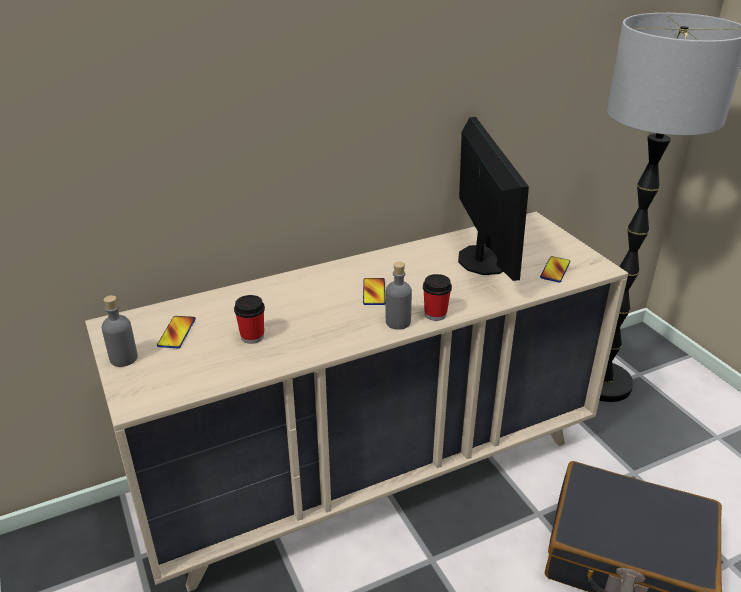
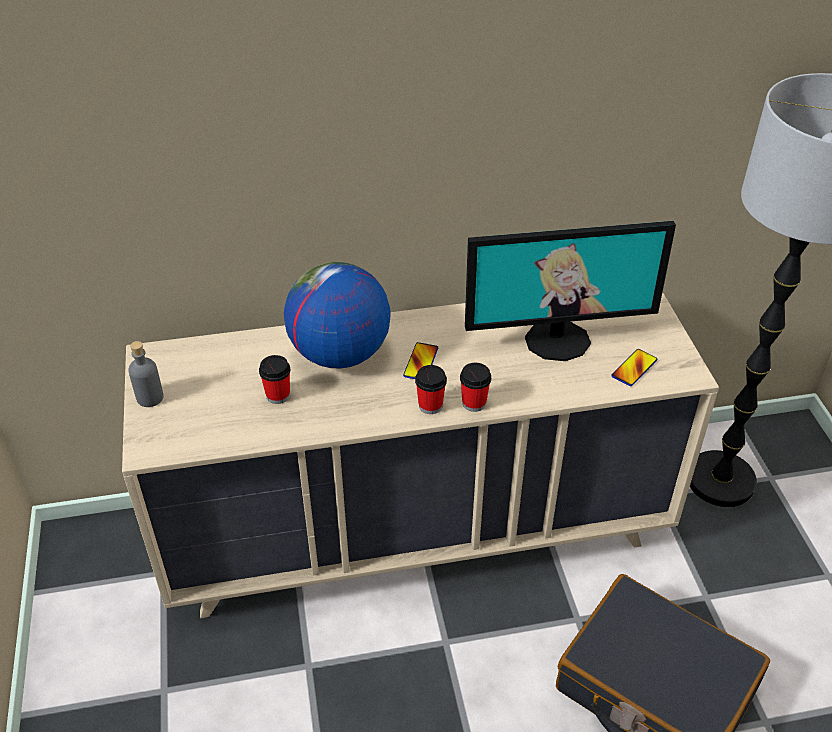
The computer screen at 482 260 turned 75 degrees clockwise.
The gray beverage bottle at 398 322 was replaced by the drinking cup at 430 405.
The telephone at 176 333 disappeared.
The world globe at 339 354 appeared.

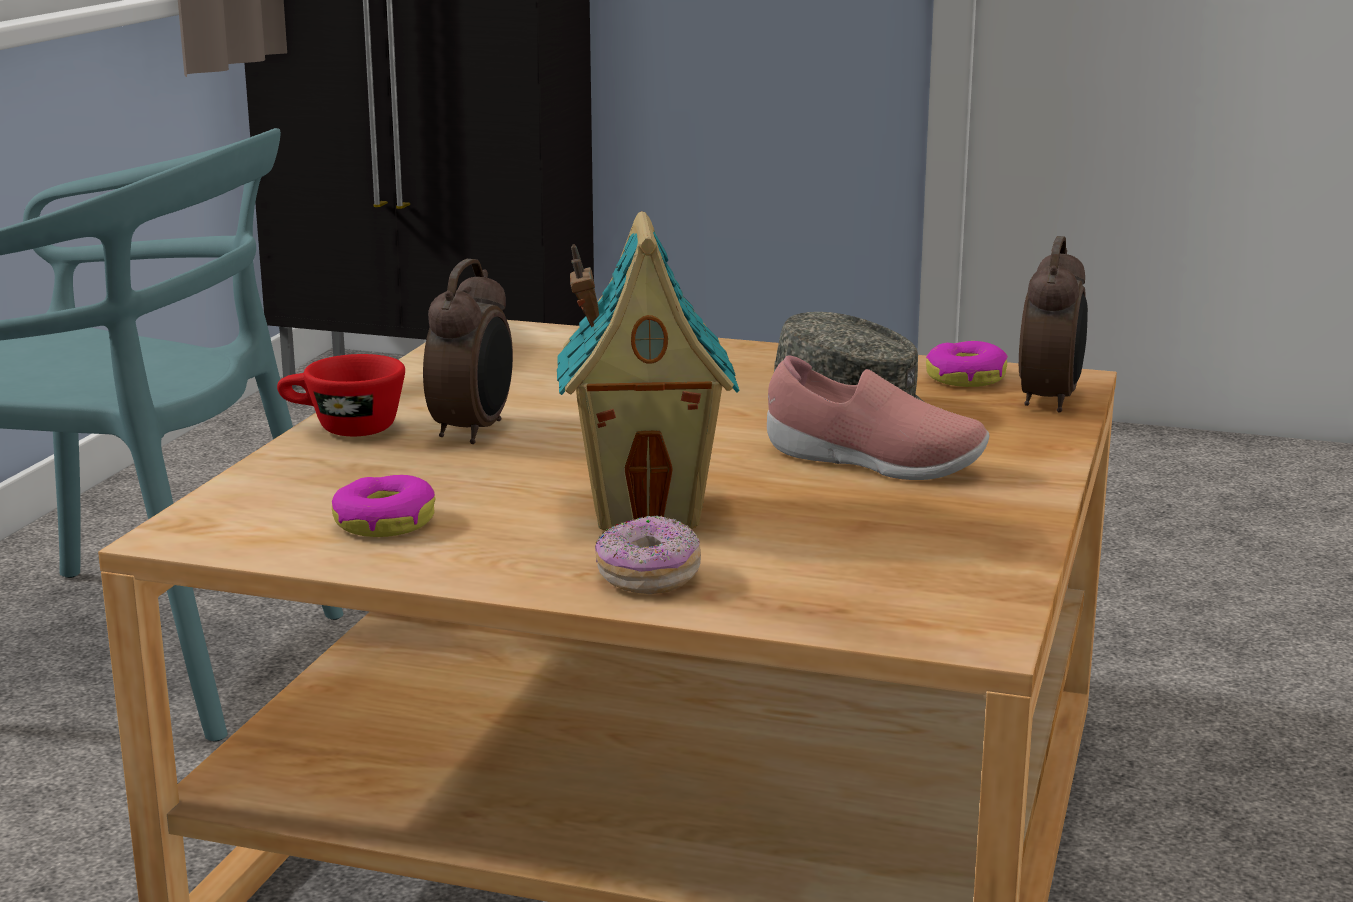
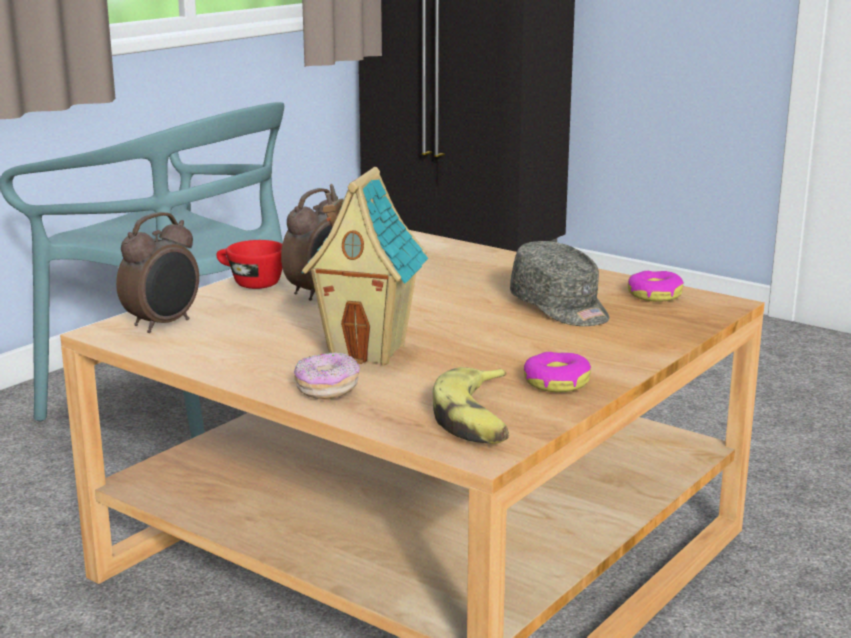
The bedside clock moved from 1050 400 to 163 324.
The pinkish low shoe at 873 463 disappeared.
The ring doughnut moved from 384 522 to 556 382.
The banana fruit at 478 420 appeared.

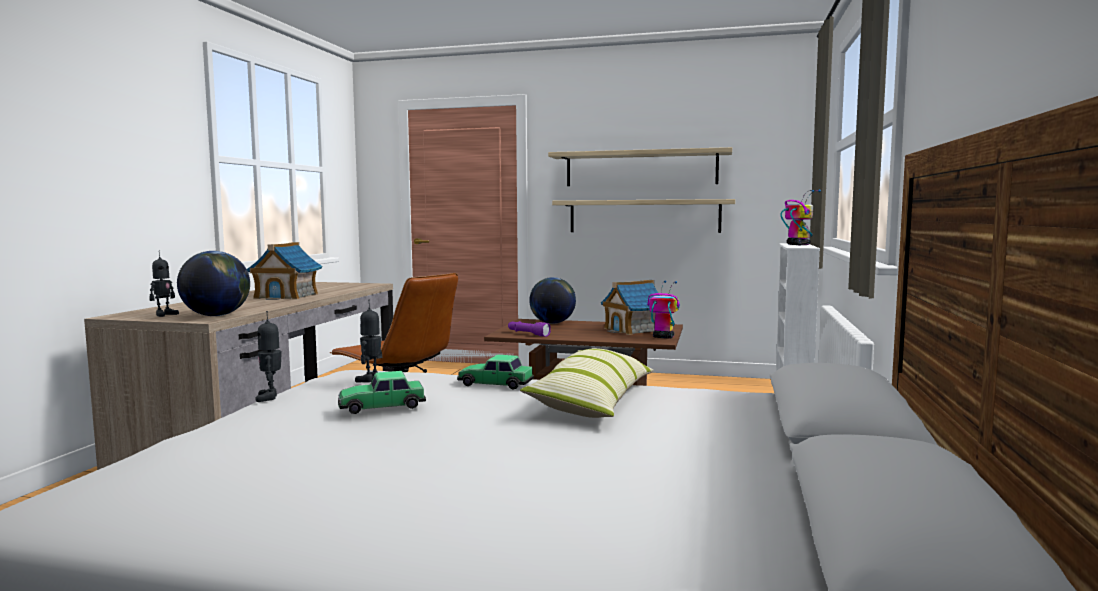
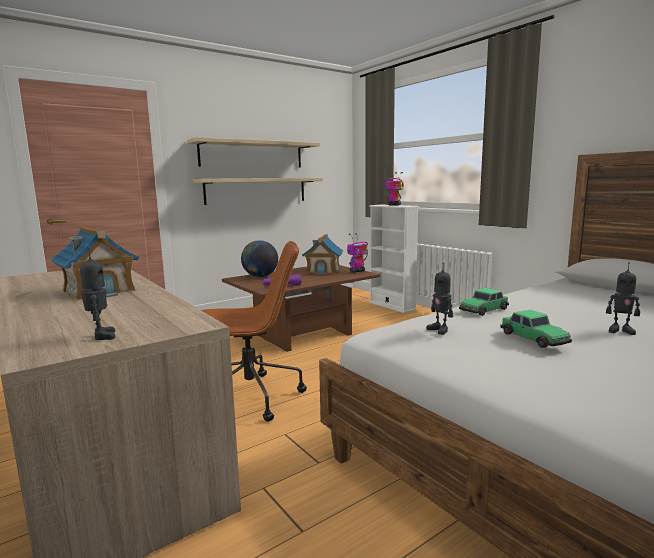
The world globe at 216 315 disappeared.
The robot figure moved from 270 397 to 620 331.
The cushion at 593 401 disappeared.
The model car at 381 406 turned 45 degrees counterclockwise.

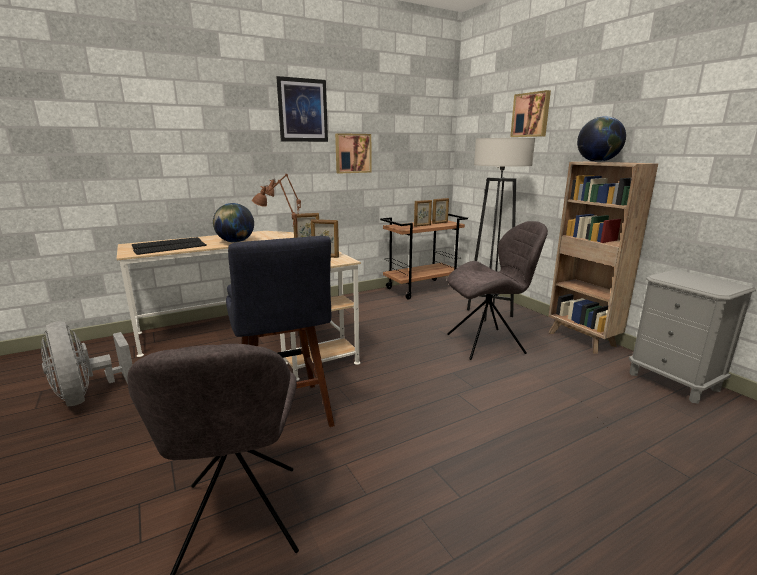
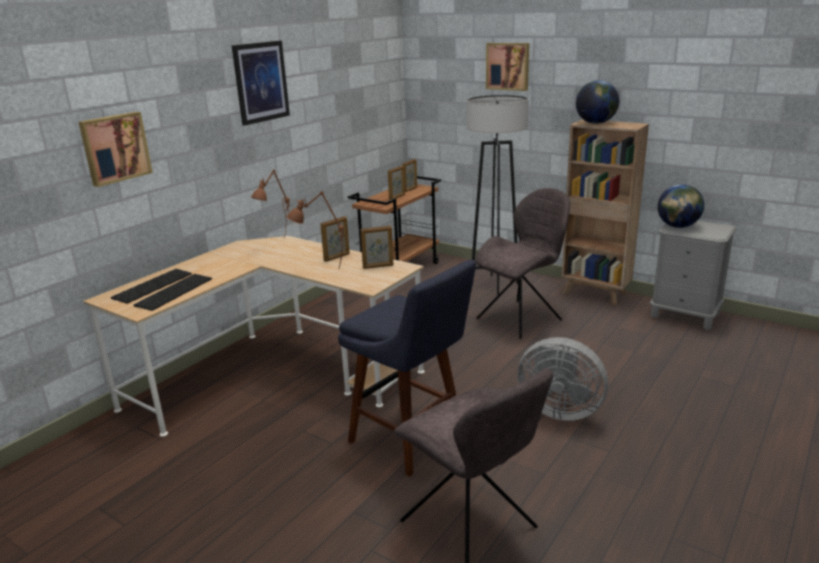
The wall picture moved from 352 153 to 115 148.
The world globe moved from 235 242 to 677 226.
The gray electric fan moved from 88 395 to 558 409.

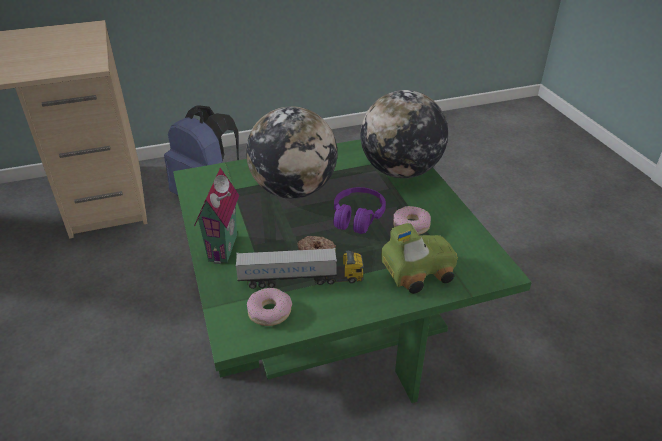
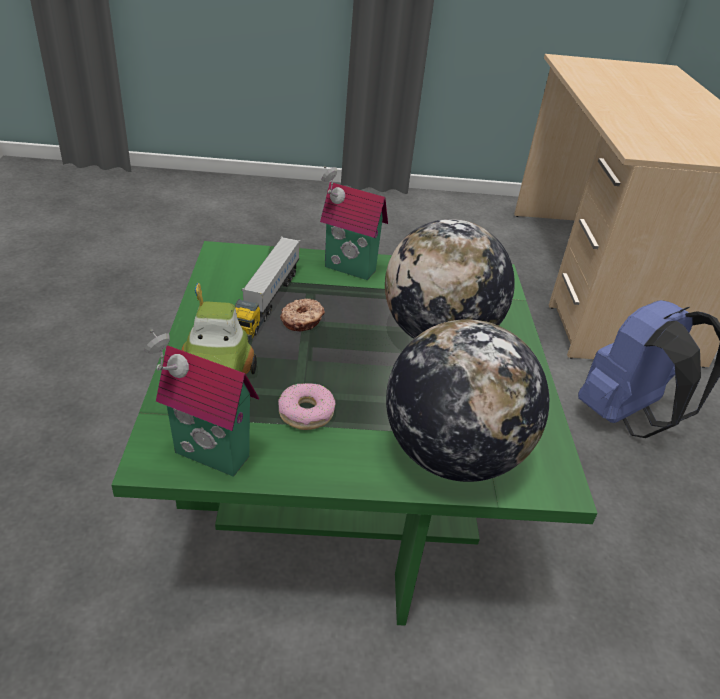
The purple headphones at 357 217 disappeared.
The ring doughnut at 269 311 disappeared.
The model house at 208 457 appeared.

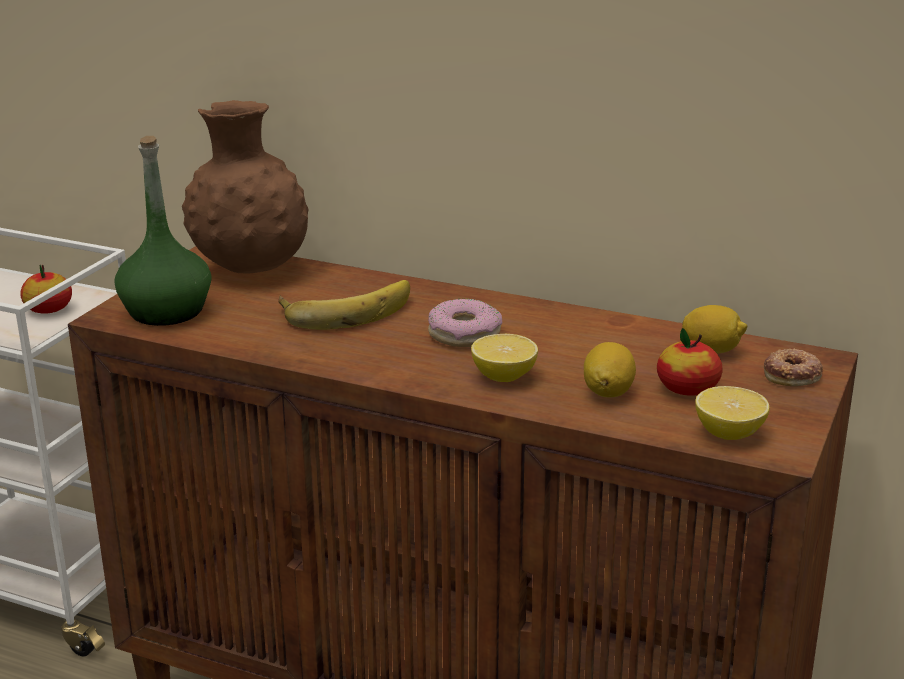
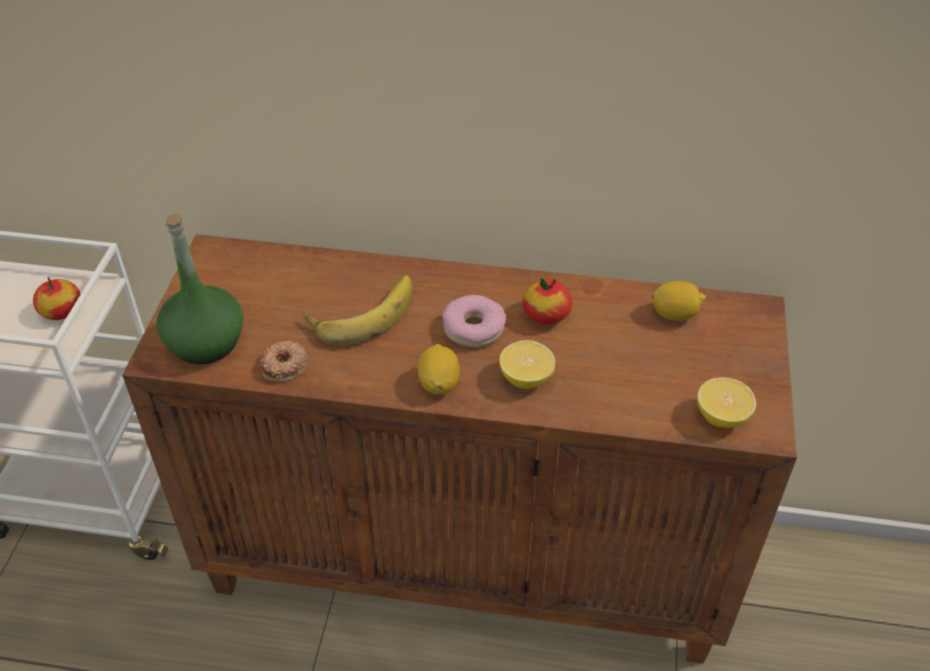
The brown vase at 251 269 disappeared.
The whole apple moved from 687 389 to 546 315.
The citrus fruit moved from 608 392 to 439 383.
The ring doughnut moved from 792 374 to 285 365.

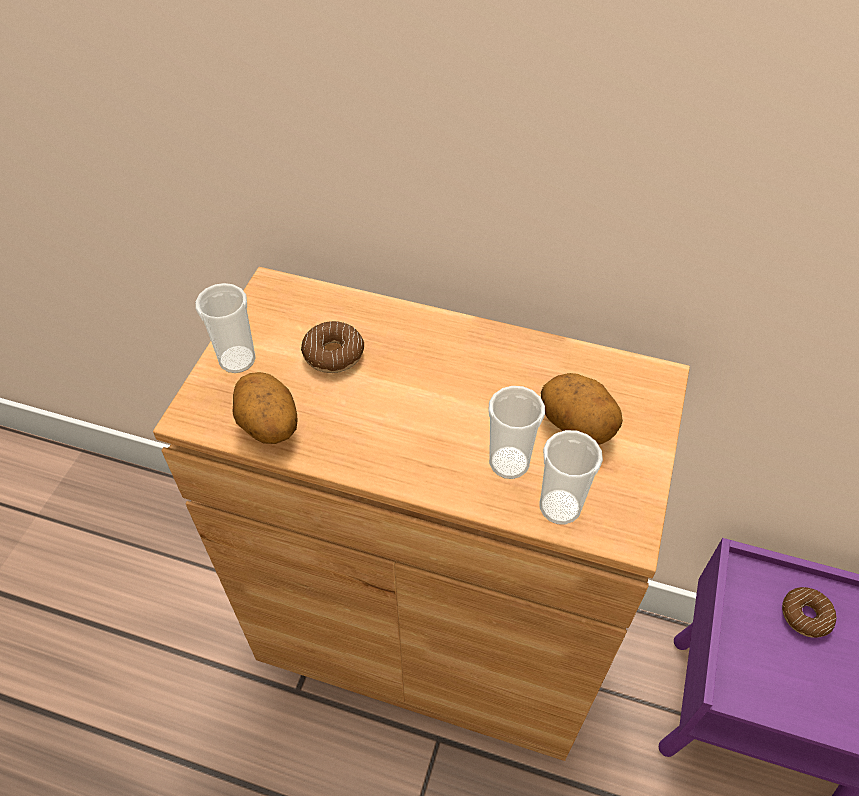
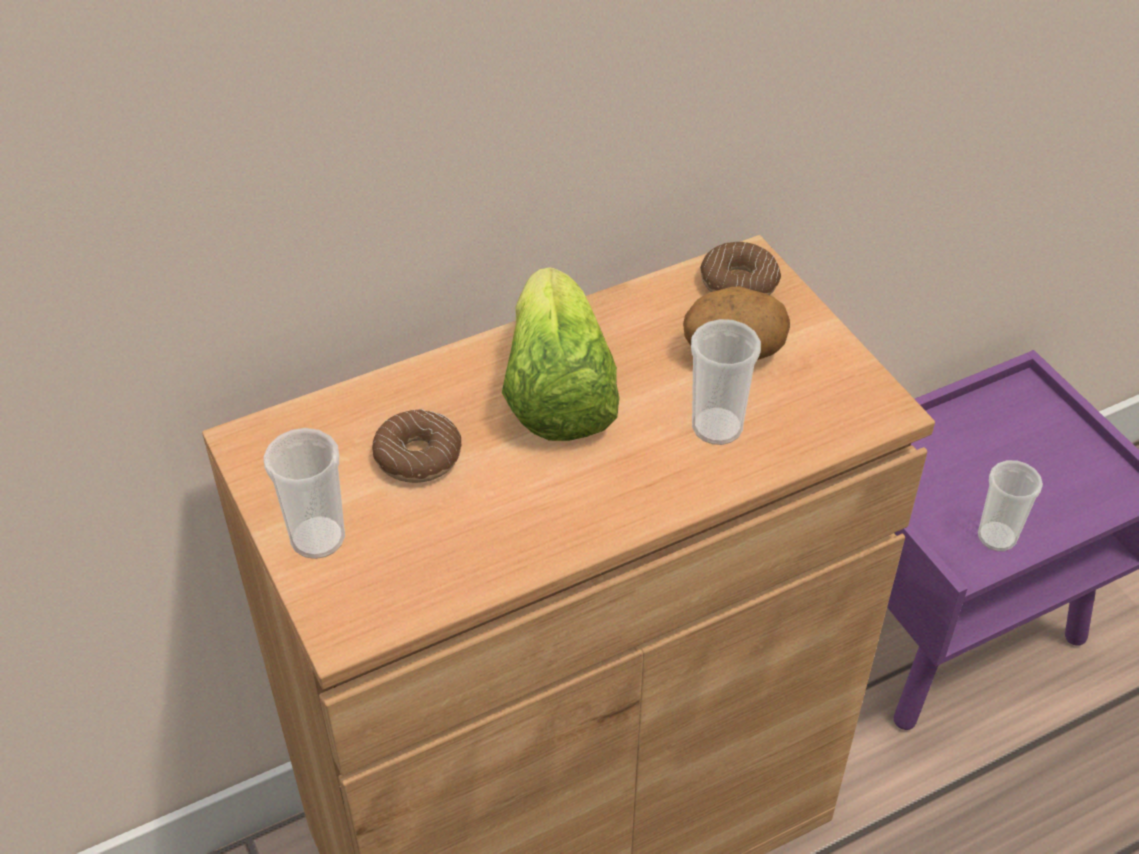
The whole potato at 268 426 disappeared.
The drinking cup moved from 560 507 to 997 537.
The ring doughnut moved from 805 615 to 739 283.
The lettuce at 557 393 appeared.

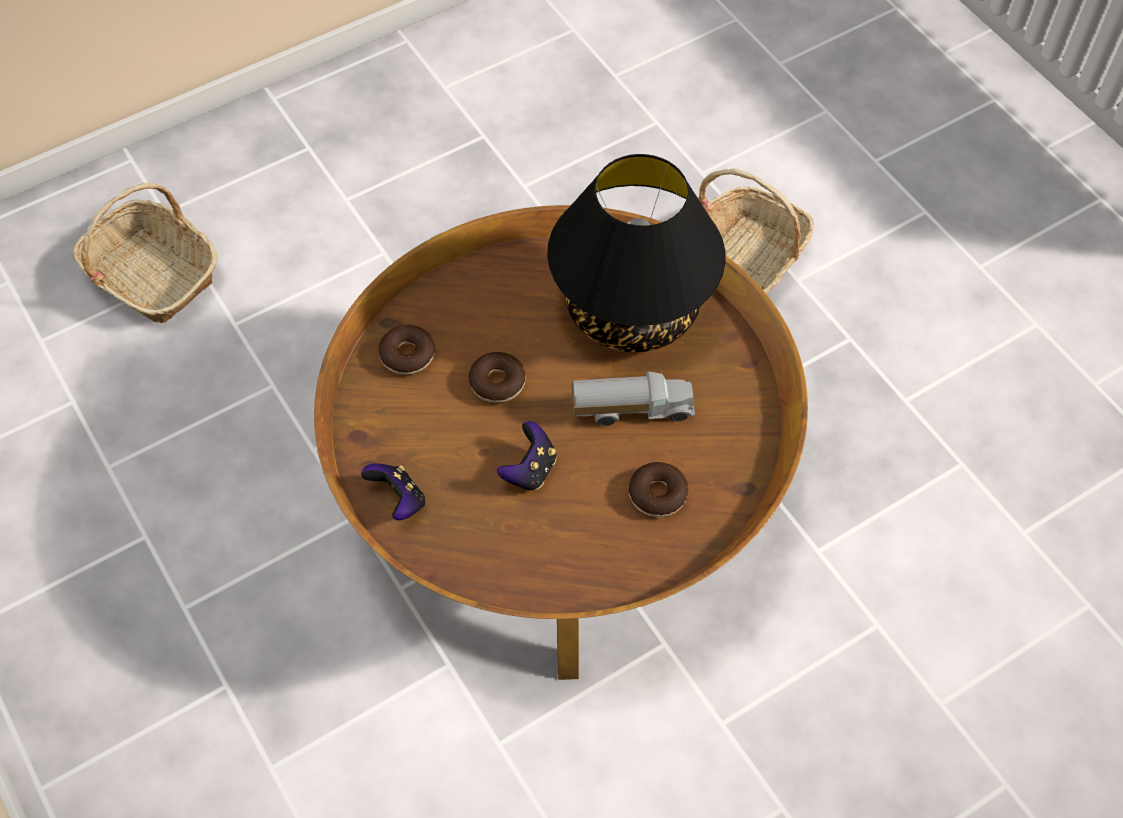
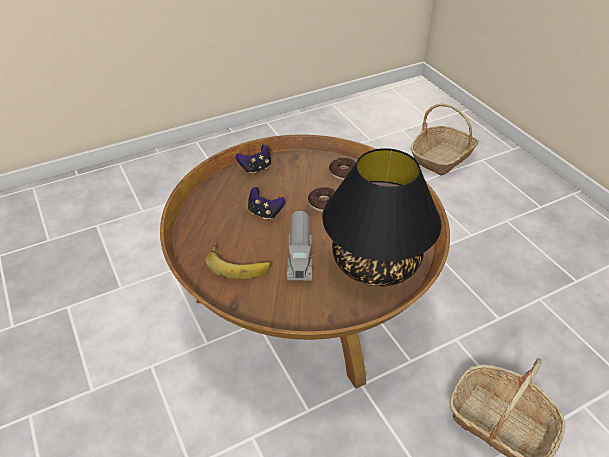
The ring doughnut at 657 494 was replaced by the banana fruit at 238 263.

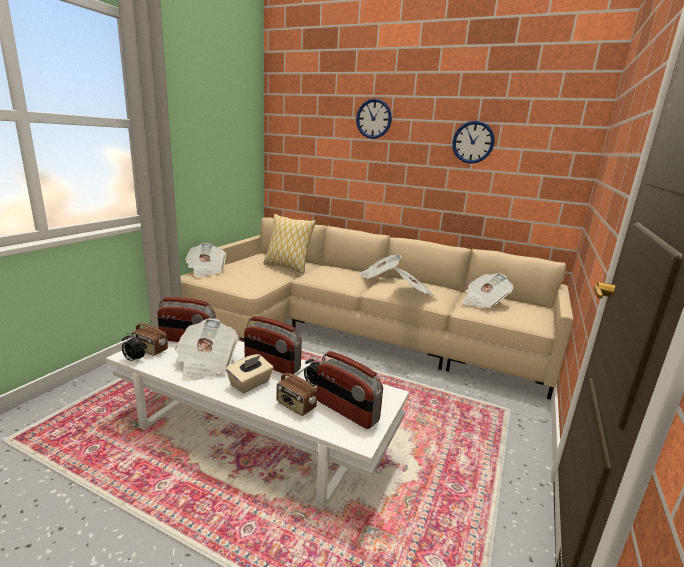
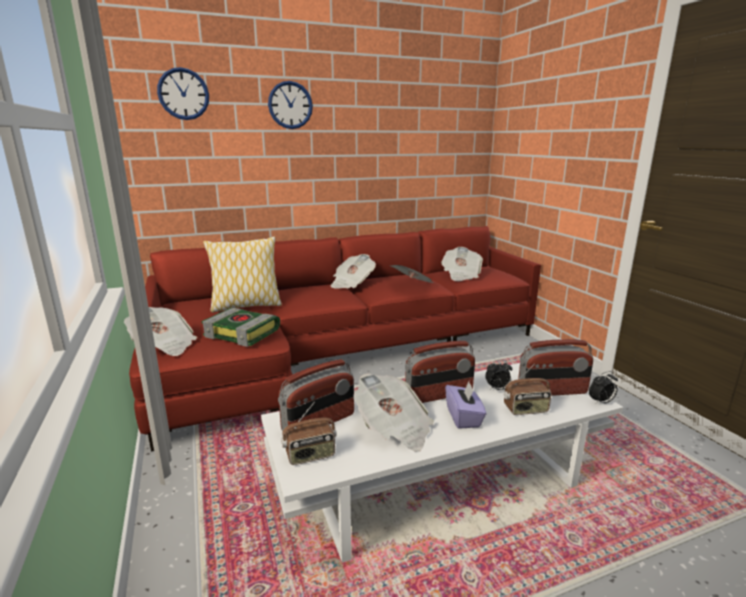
The wall clock moved from 473 142 to 183 94.
The sand-coloured settee at 353 331 became the reddish settee at 338 353.
The bedside clock moved from 134 360 to 601 402.
The sand-coloured box of tissues at 250 384 became the purple box of tissues at 464 417.
The volume at 243 333 appeared.

